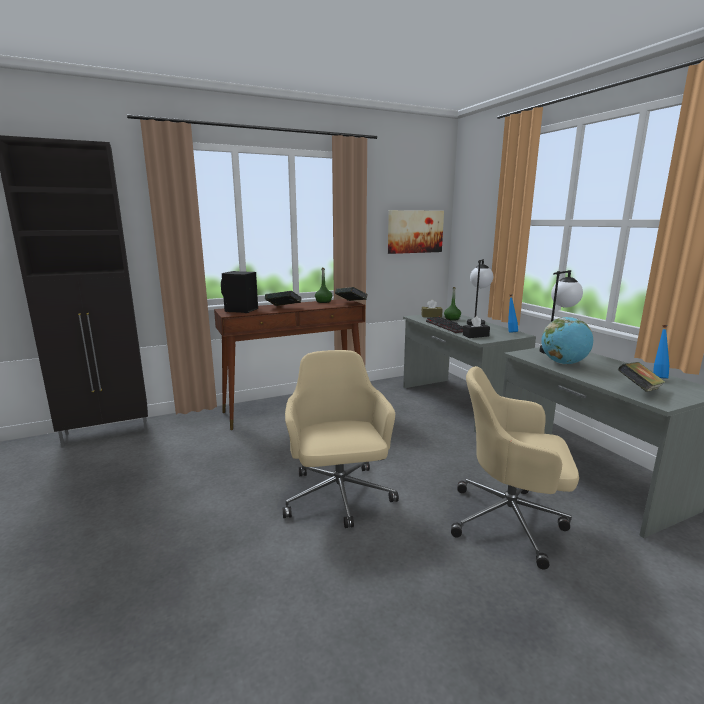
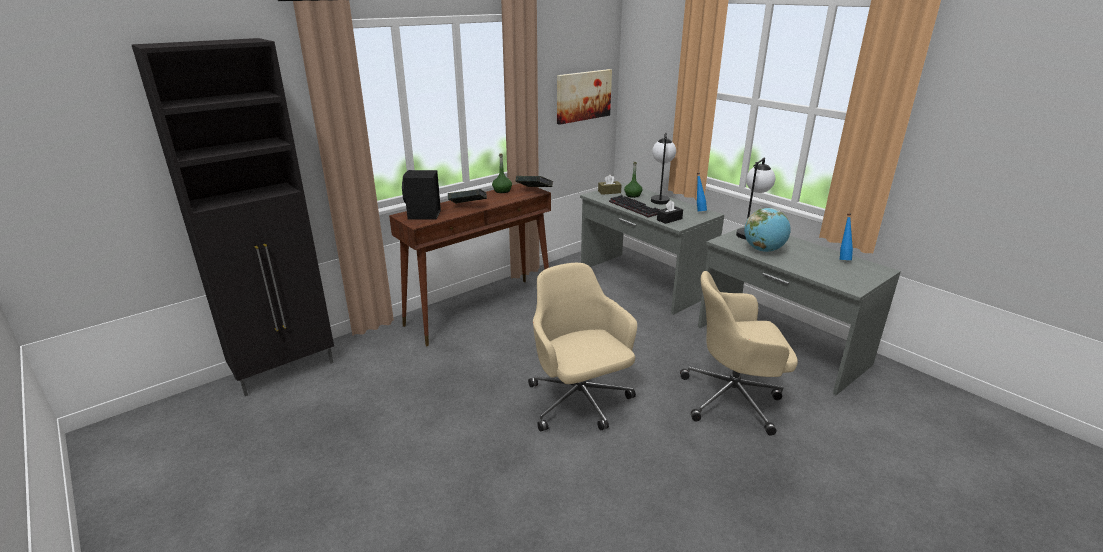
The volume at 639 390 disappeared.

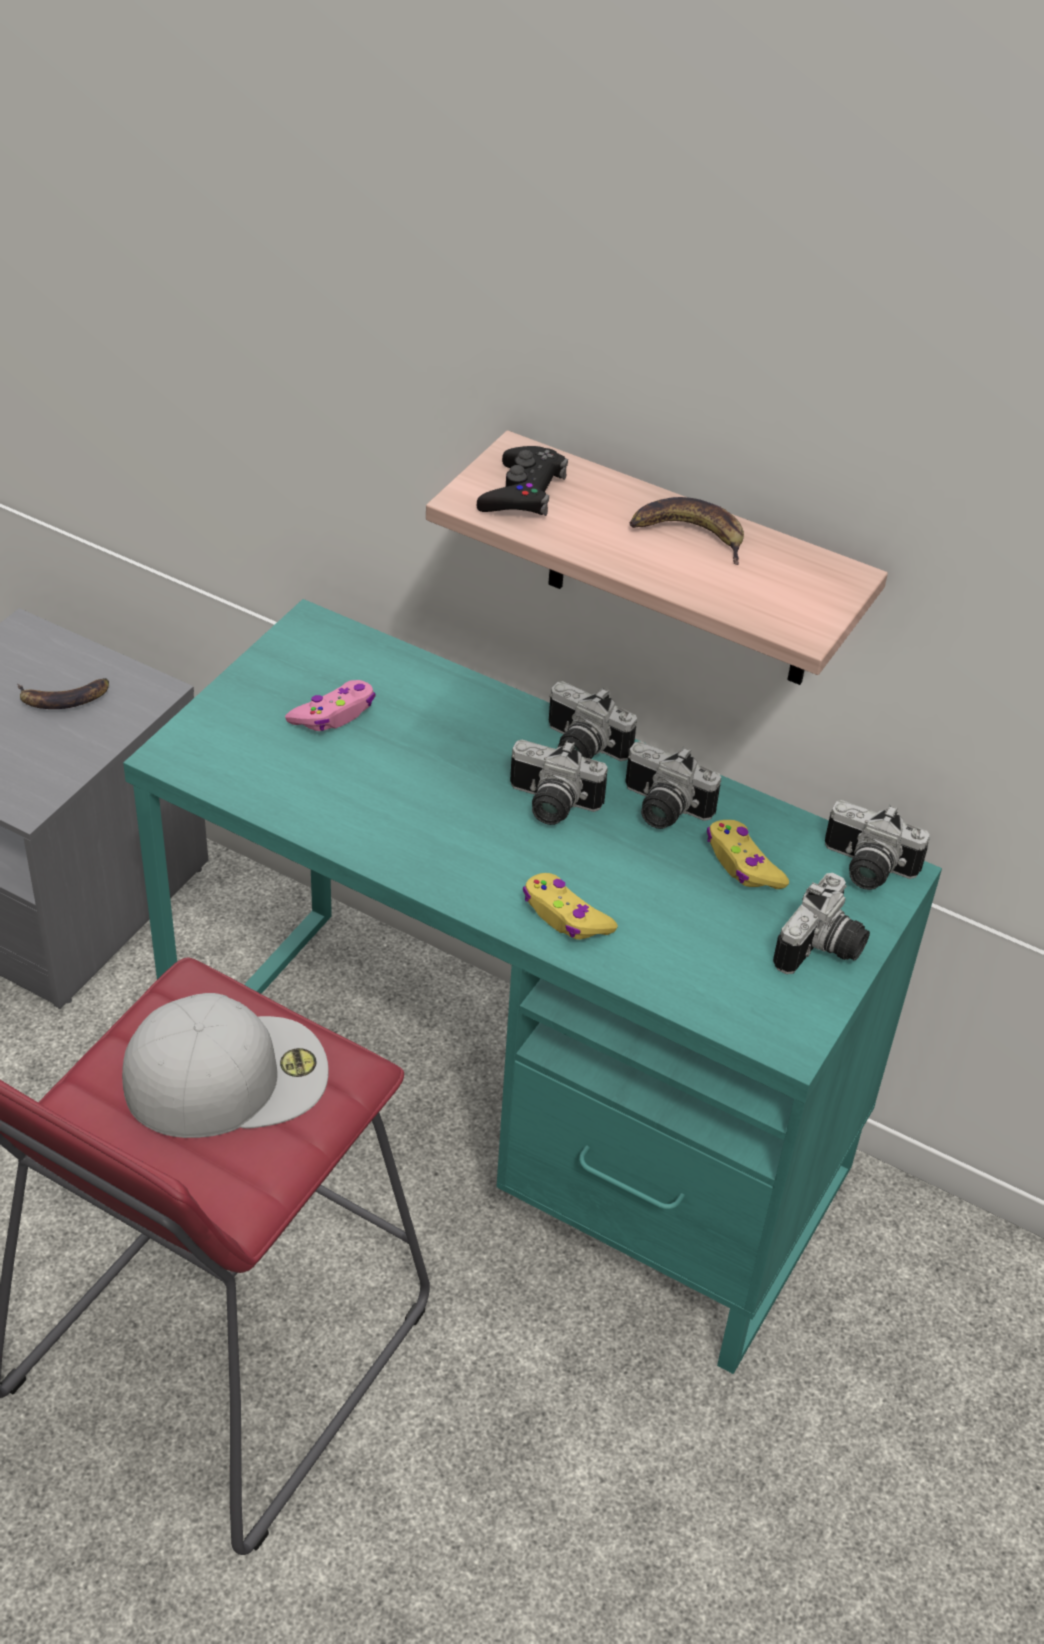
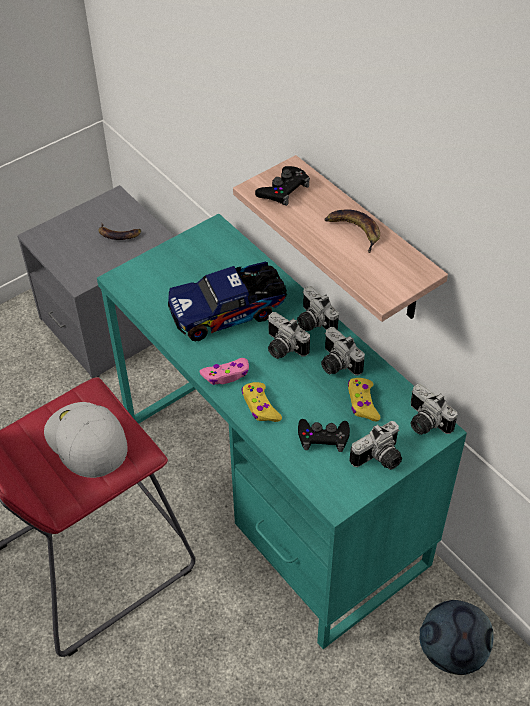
The pinkish gamepad moved from 334 714 to 226 375.
The white peaked cap at 228 1075 turned 135 degrees counterclockwise.
The model truck at 229 312 appeared.
The blackish gamepad at 323 437 appeared.
The football at 452 652 appeared.

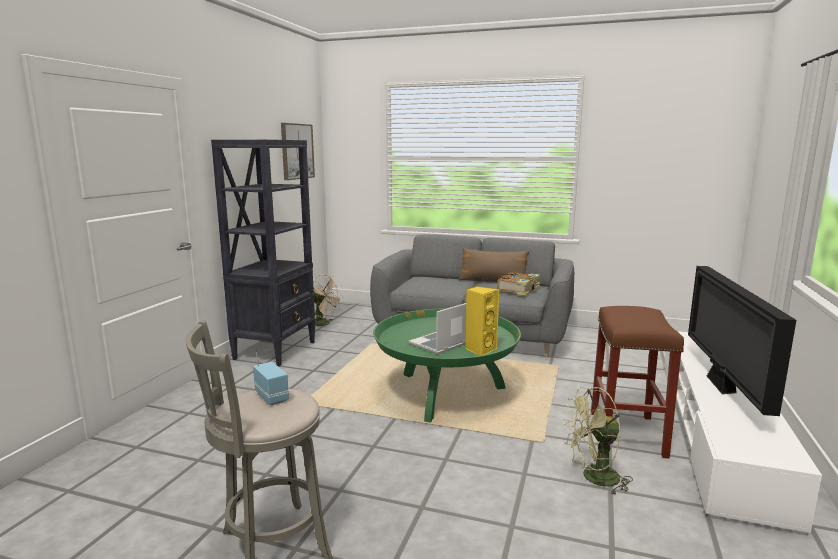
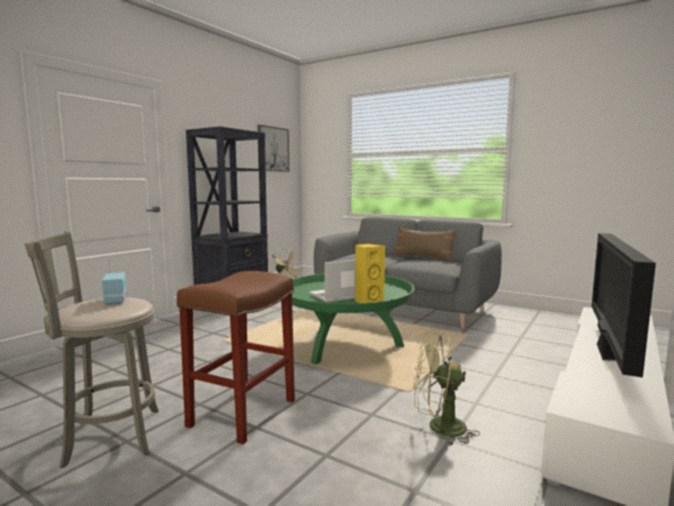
The volume at 519 289 disappeared.
The brown stool moved from 627 434 to 242 414.

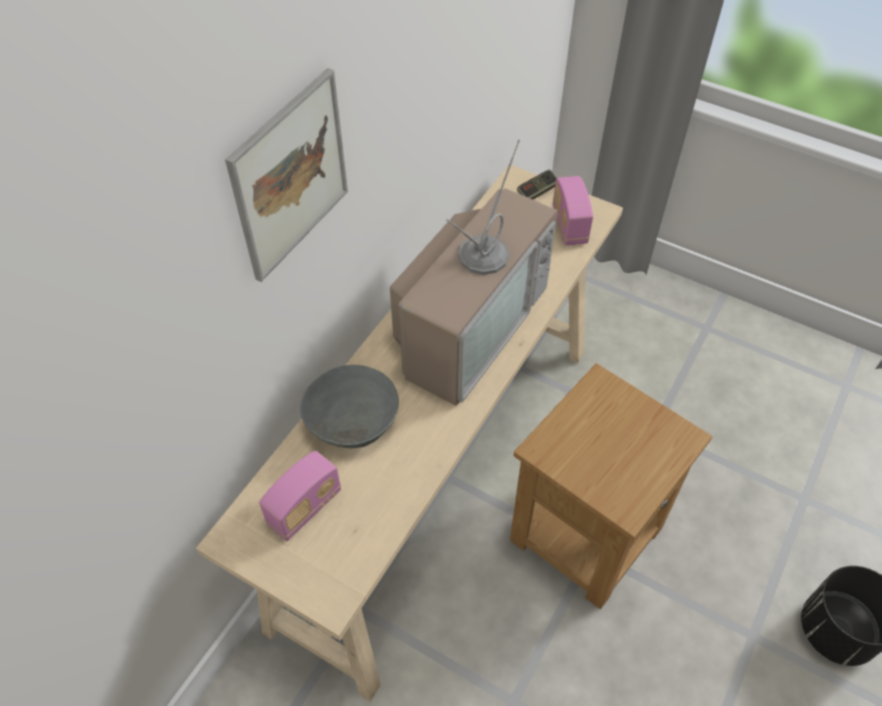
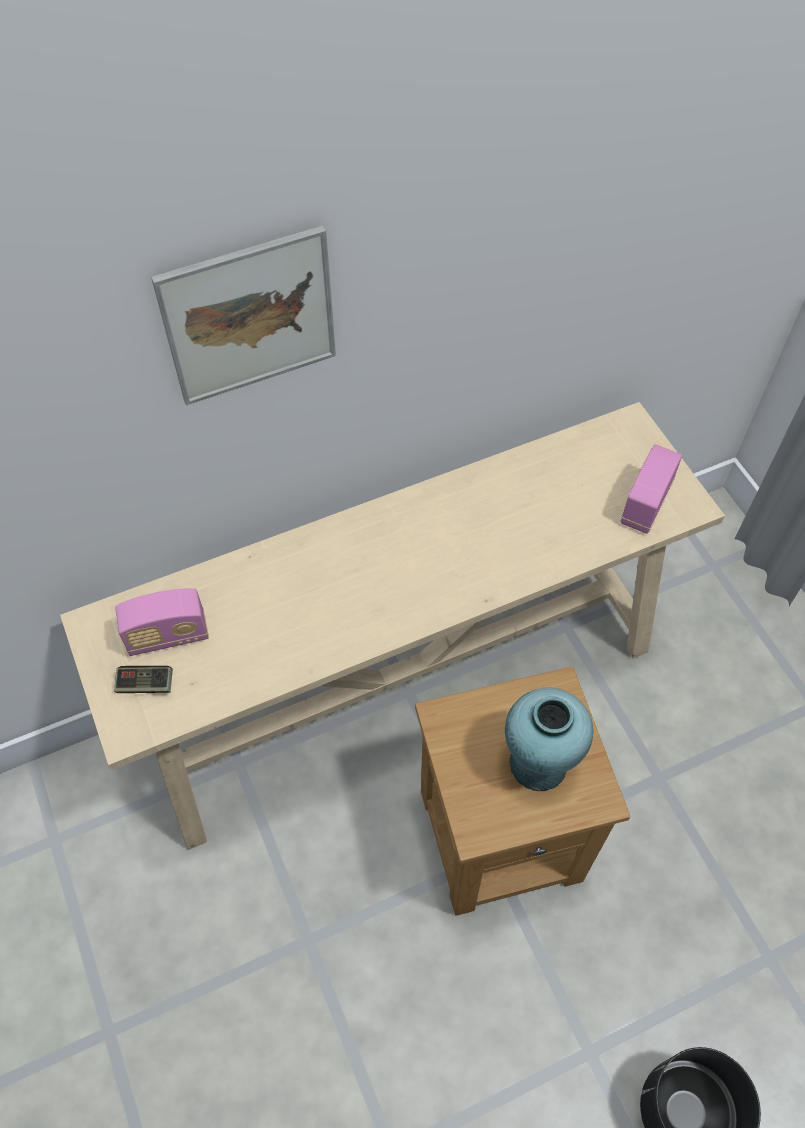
The TV set at 468 324 disappeared.
The gamepad moved from 537 191 to 145 684.
The gray serving bowl at 353 421 disappeared.
The turquoise vase at 537 764 appeared.

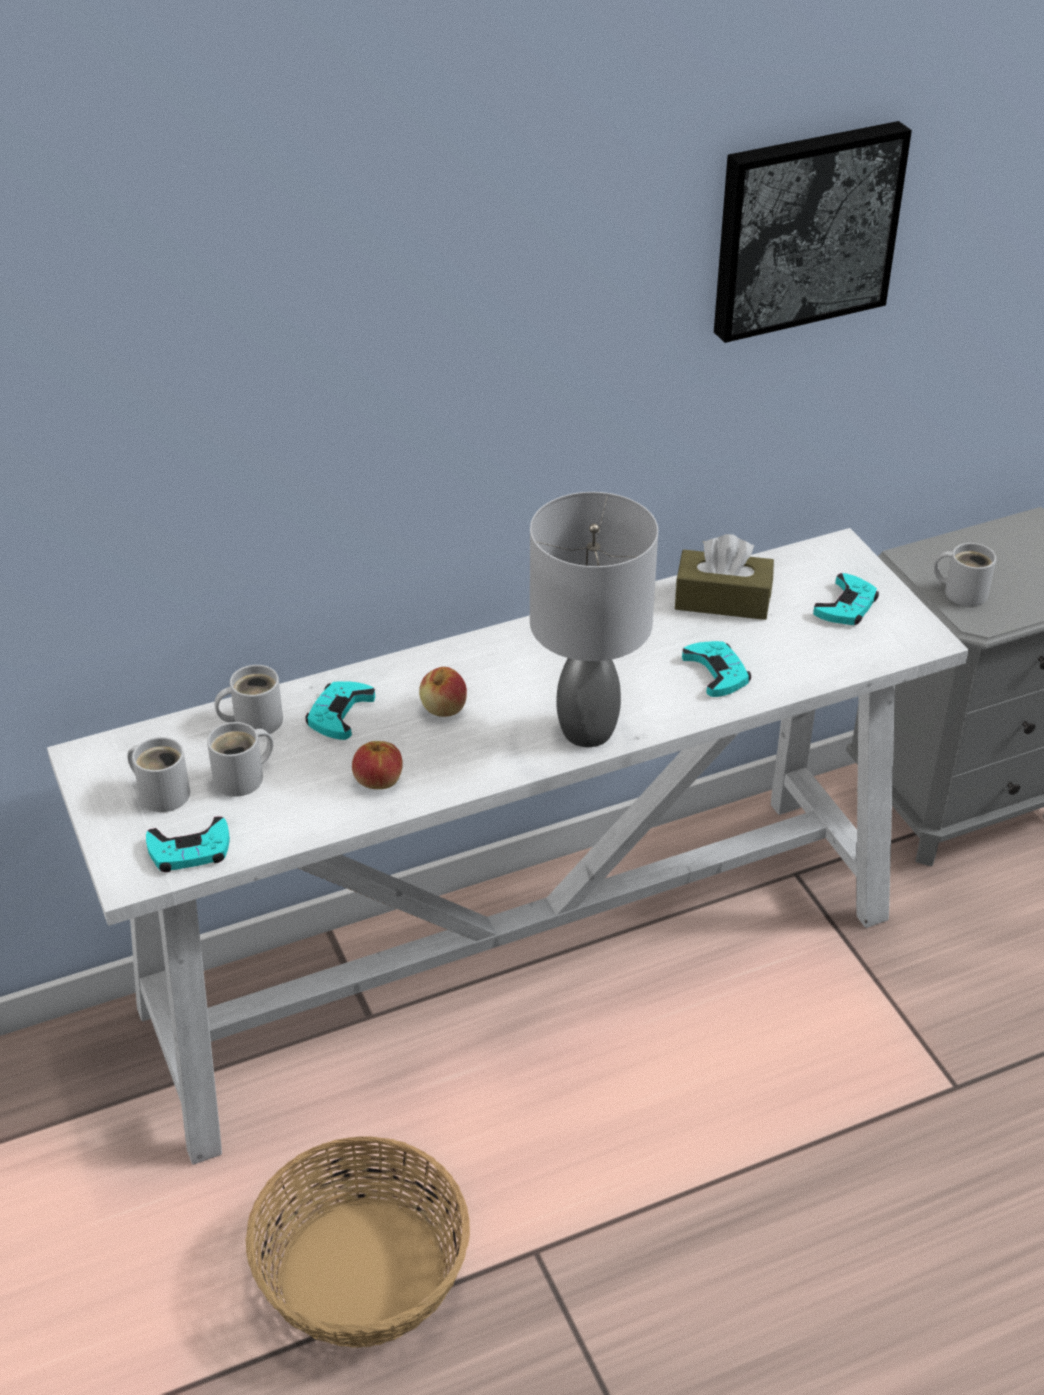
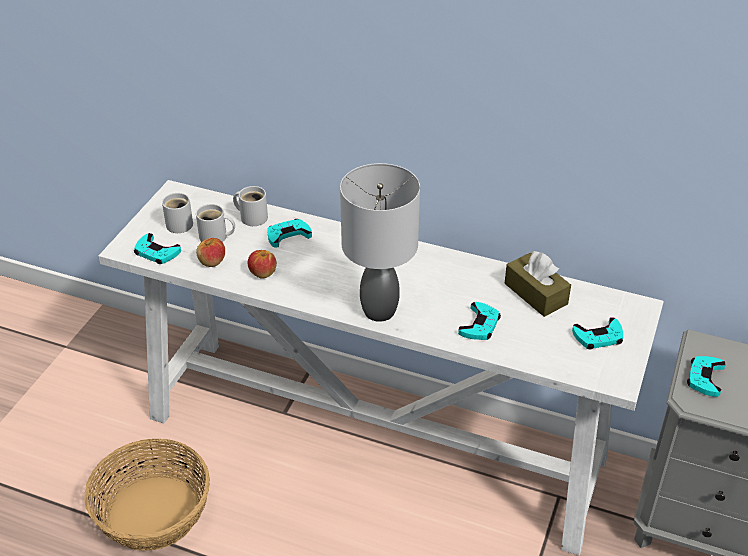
The wall picture at 804 228 disappeared.
The white tea mug at 962 591 was replaced by the turquoise gamepad at 704 378.
The whole apple moved from 443 708 to 212 262.

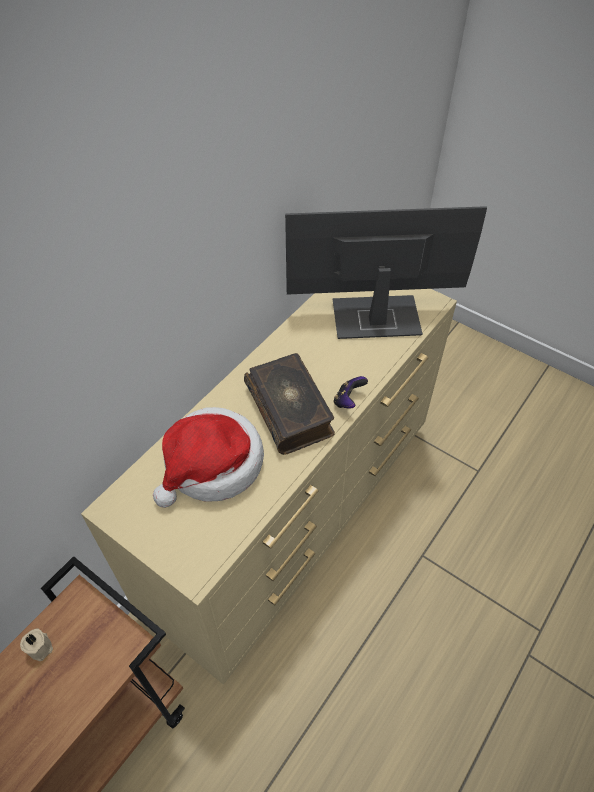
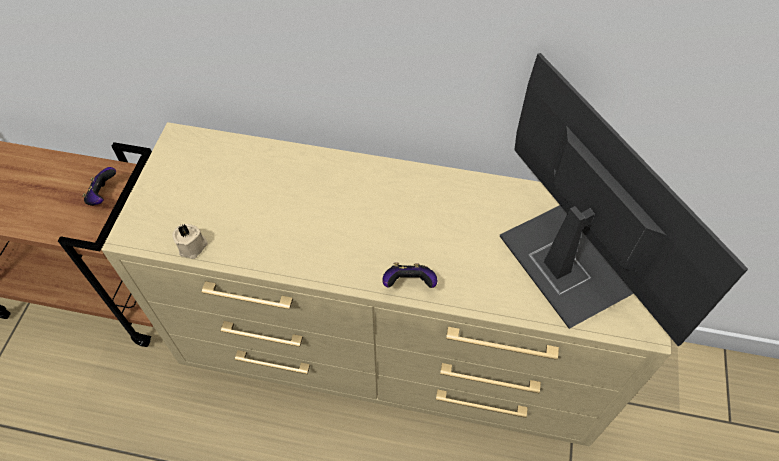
The volume at 290 410 disappeared.
The clothing hat at 212 465 disappeared.
The sand-coloured wax candle moved from 40 647 to 193 247.
The gamepad at 103 196 appeared.

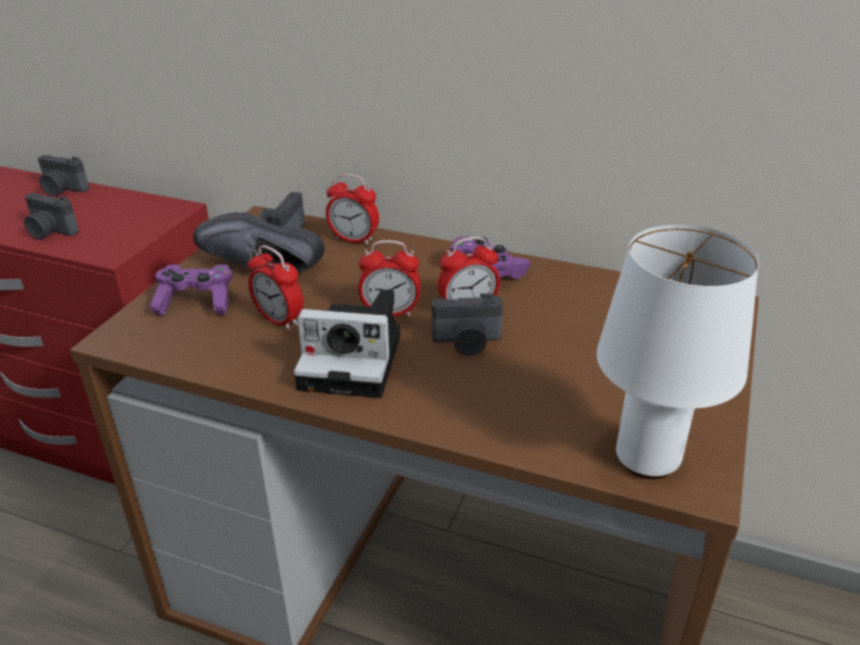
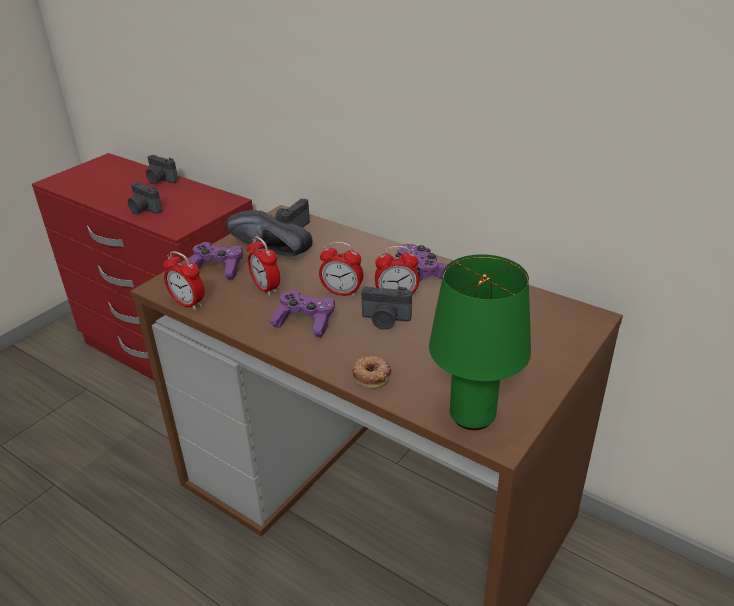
The bedside clock moved from 354 240 to 188 303.
The white table lamp at 648 459 became the green-coloured table lamp at 473 416.
The photo camera at 356 361 was replaced by the purple gamepad at 305 322.
The ring doughnut at 371 375 appeared.

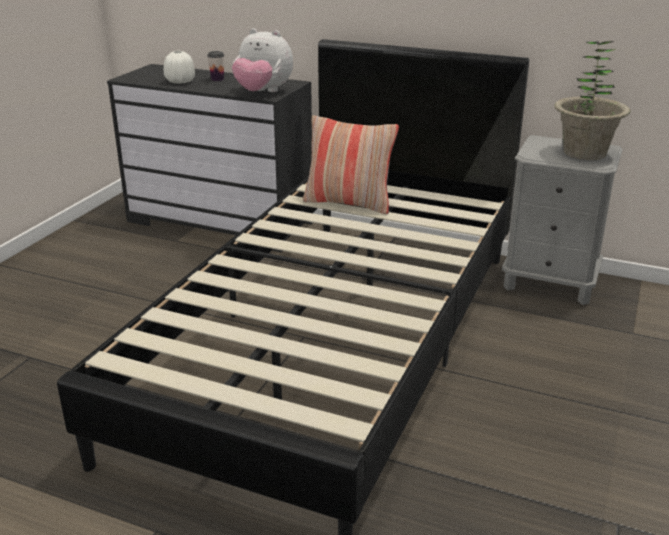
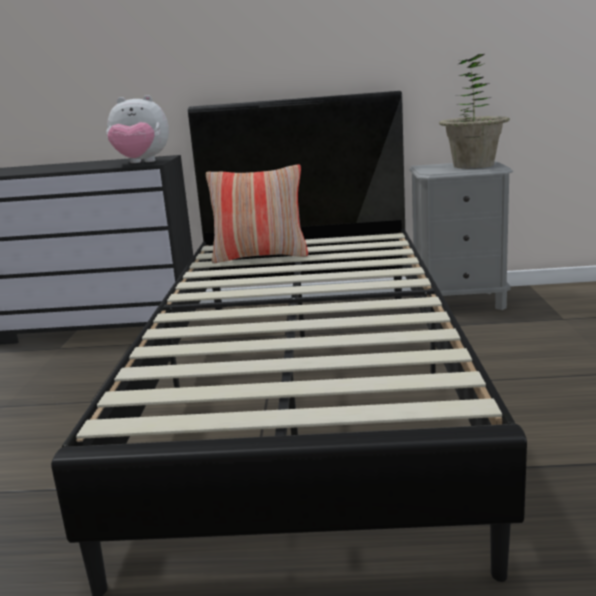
The white vase at 180 81 disappeared.
The drinking cup at 217 79 disappeared.

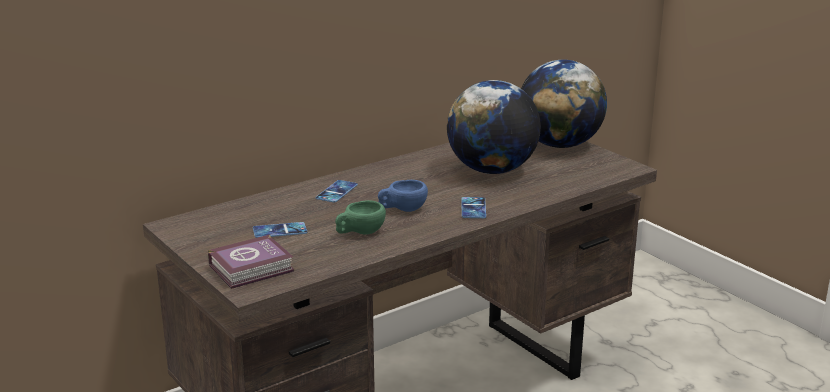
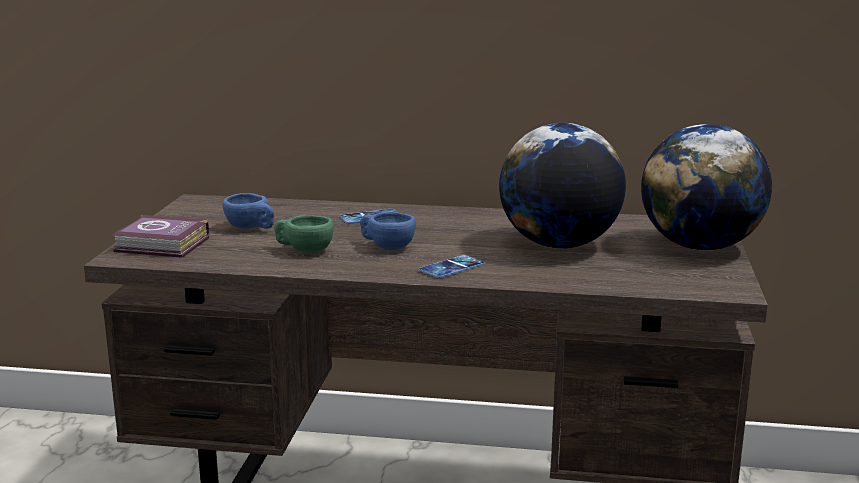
The telephone at 280 231 was replaced by the blue drinking cup at 251 228.

